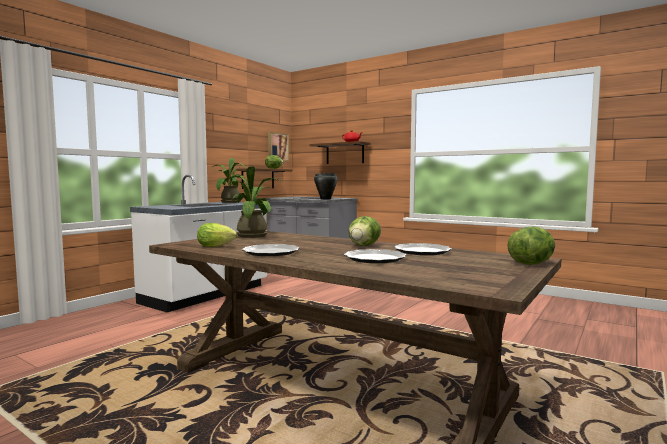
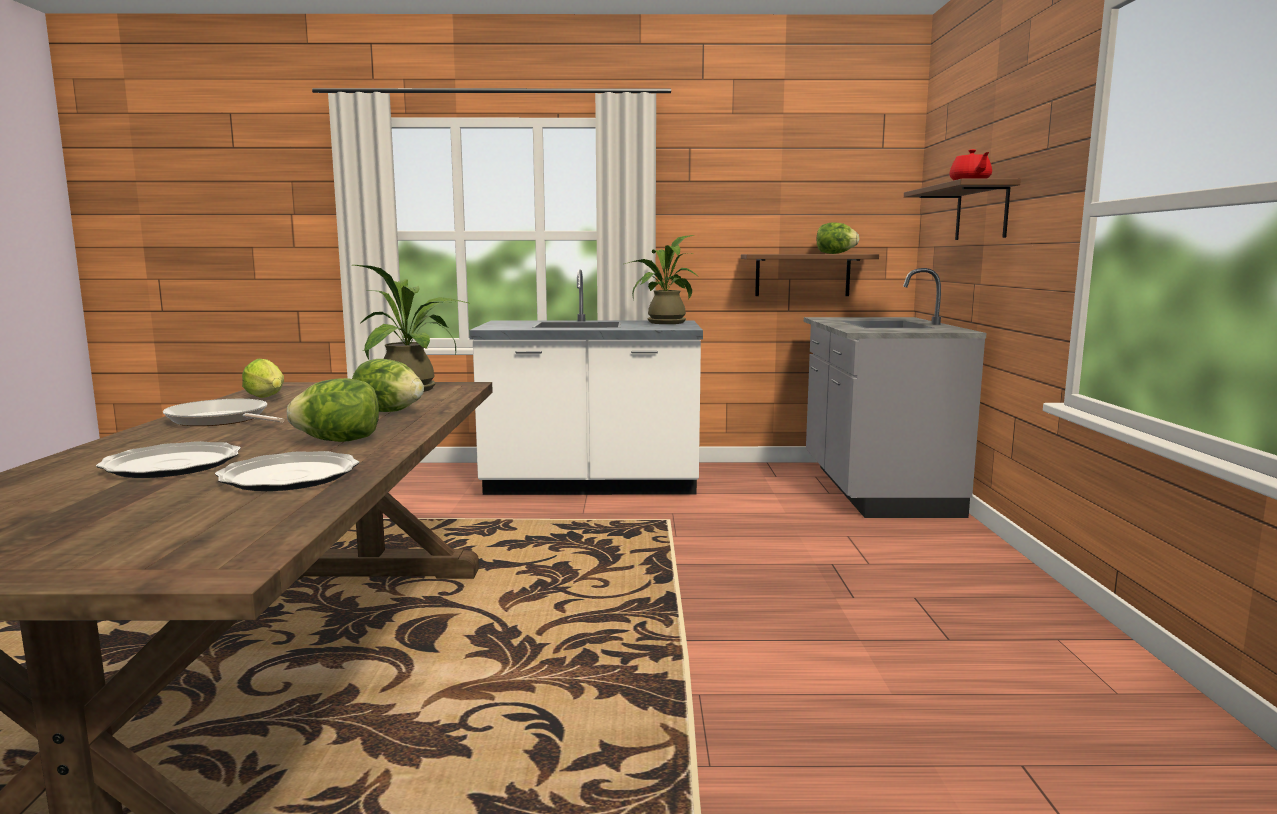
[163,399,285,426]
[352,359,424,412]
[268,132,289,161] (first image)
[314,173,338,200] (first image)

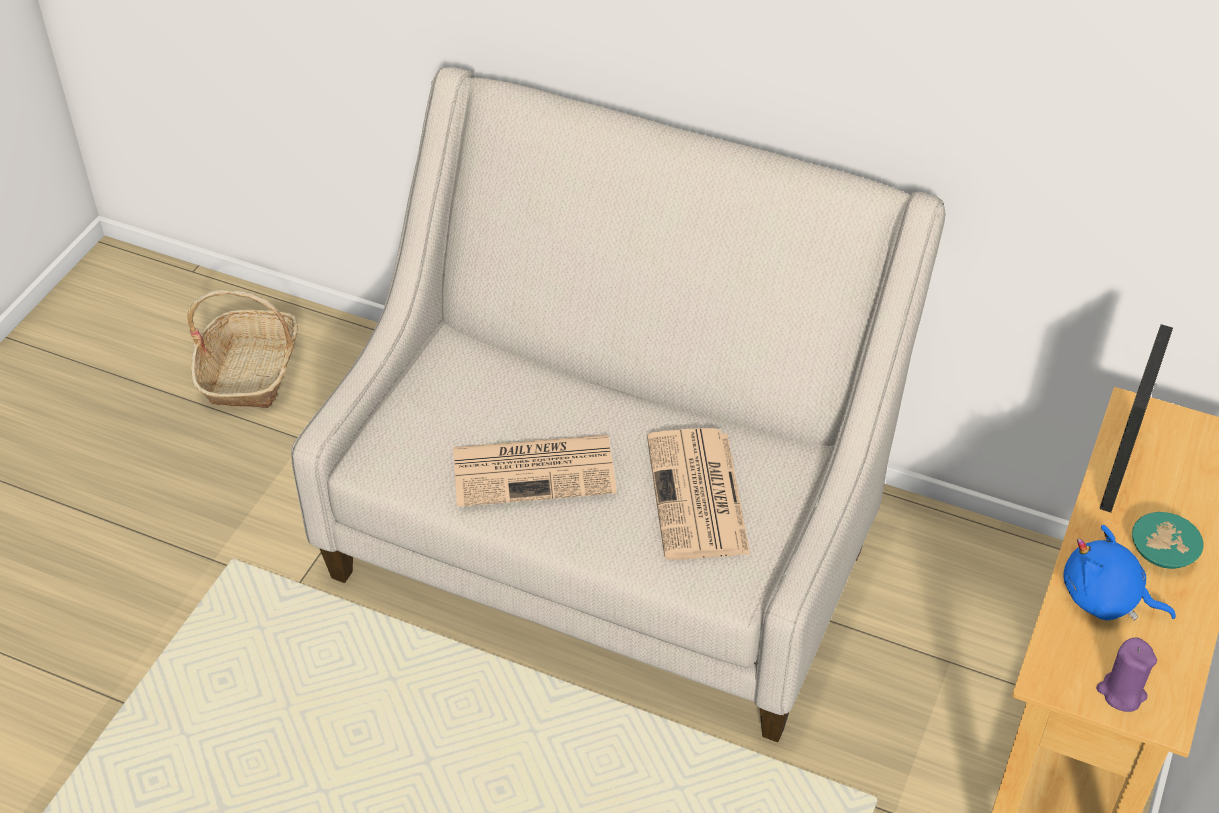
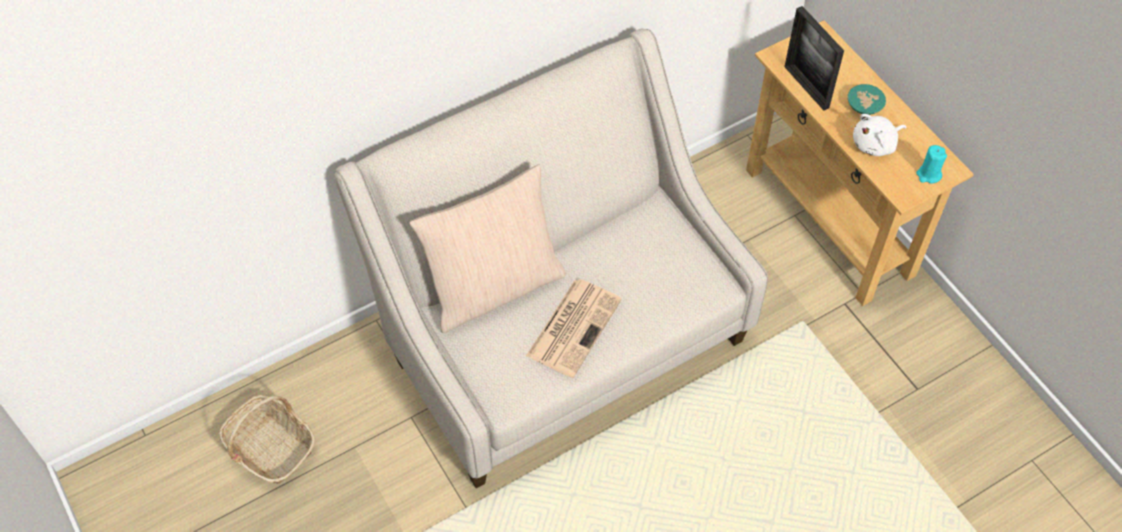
[409,164,566,333]
[853,114,906,156]
[916,145,947,184]
[647,428,750,560] (first image)

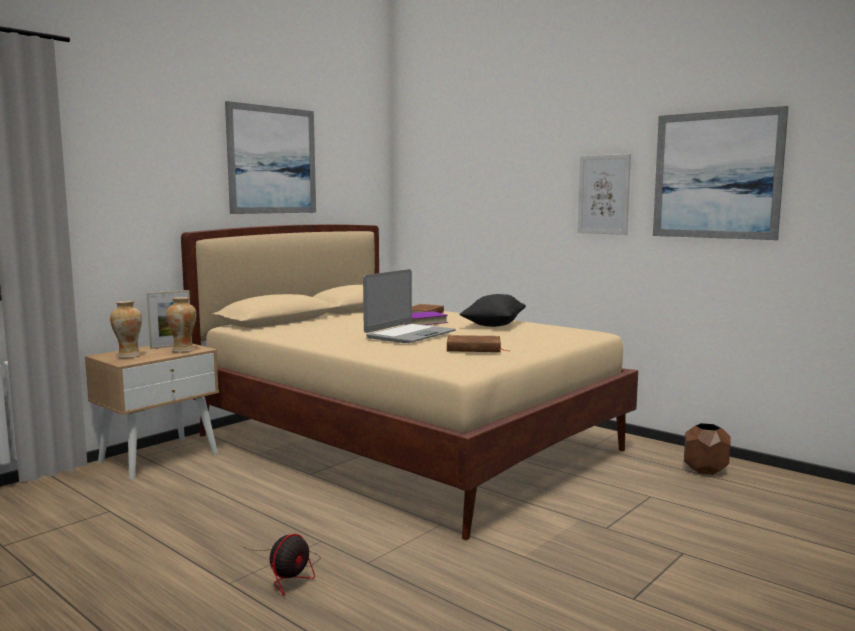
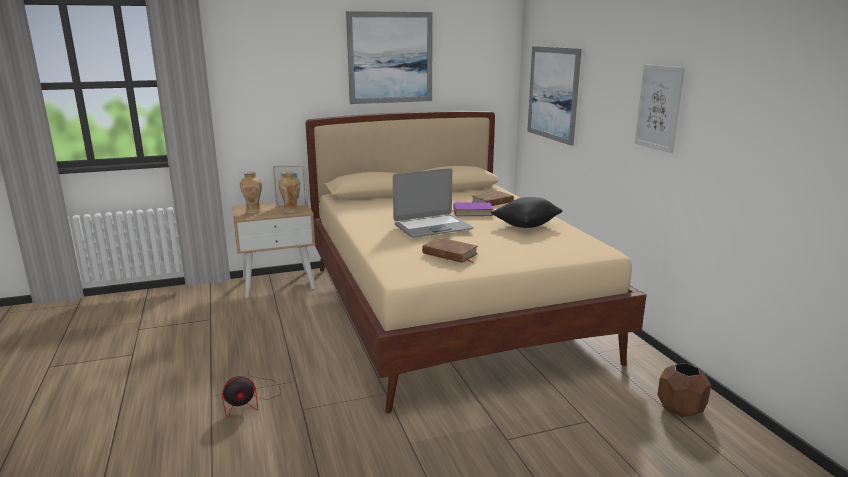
[527,46,582,146]

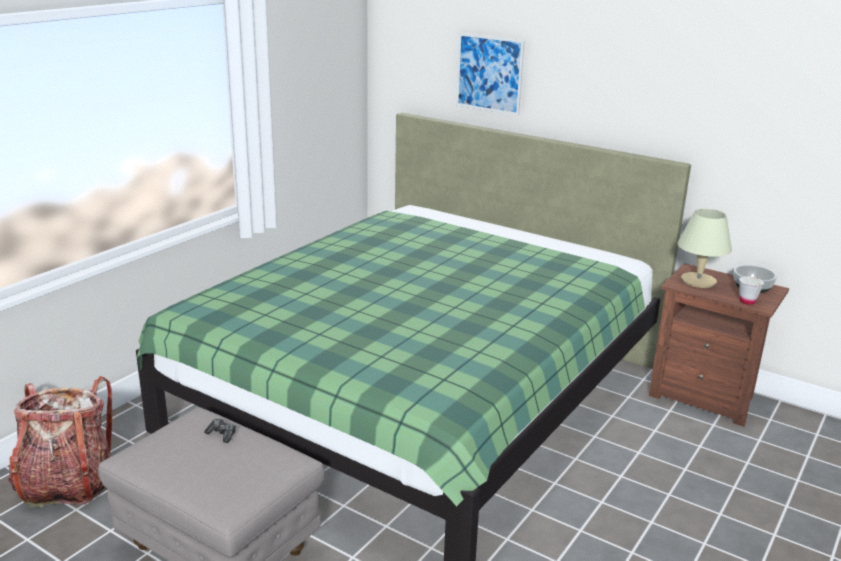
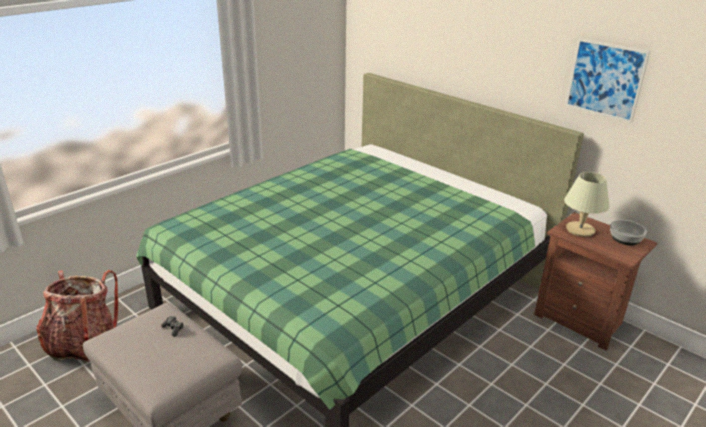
[565,38,650,123]
[739,276,764,305] (first image)

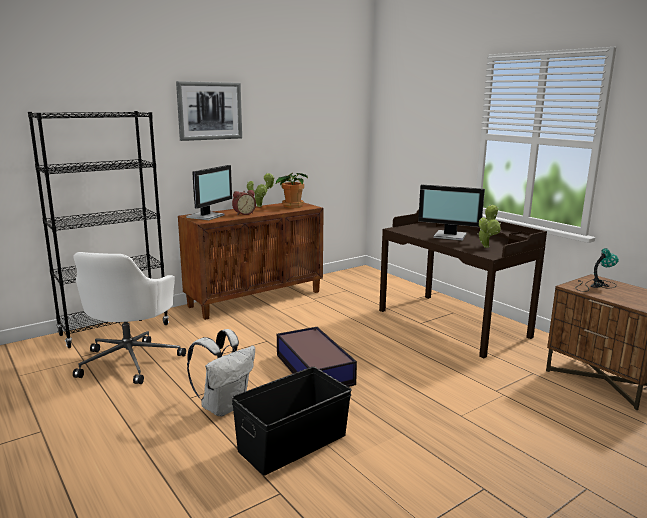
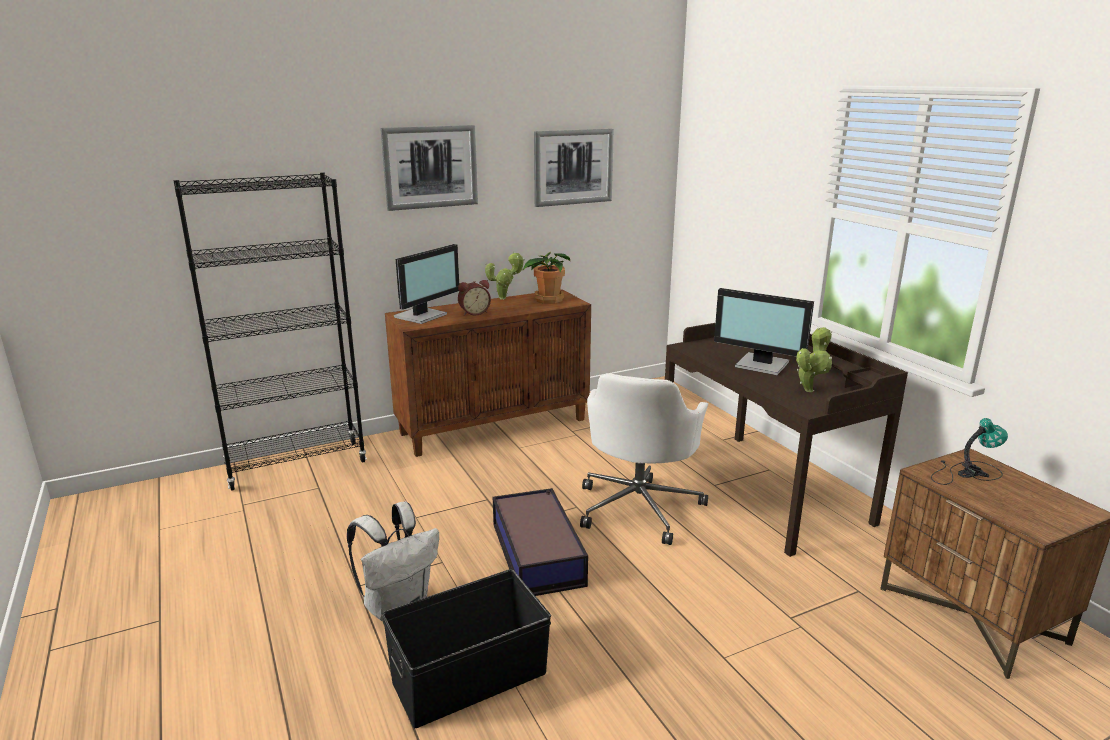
[534,129,614,207]
[580,373,708,545]

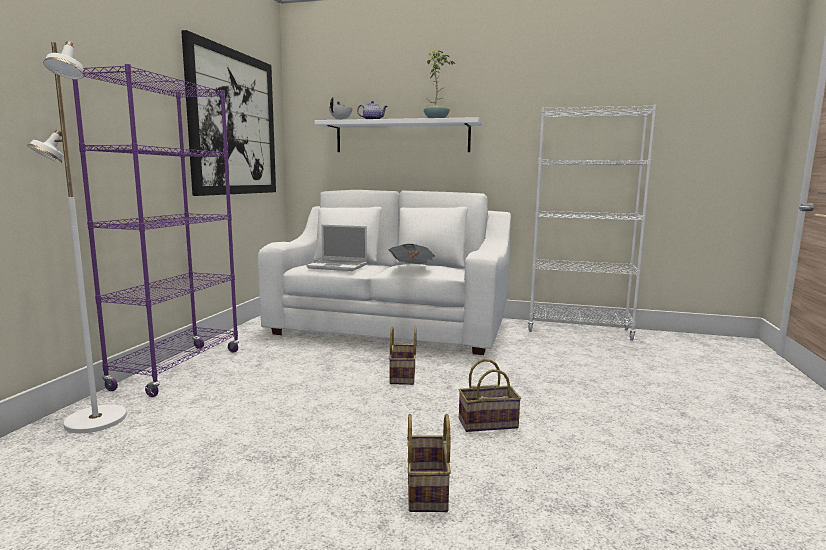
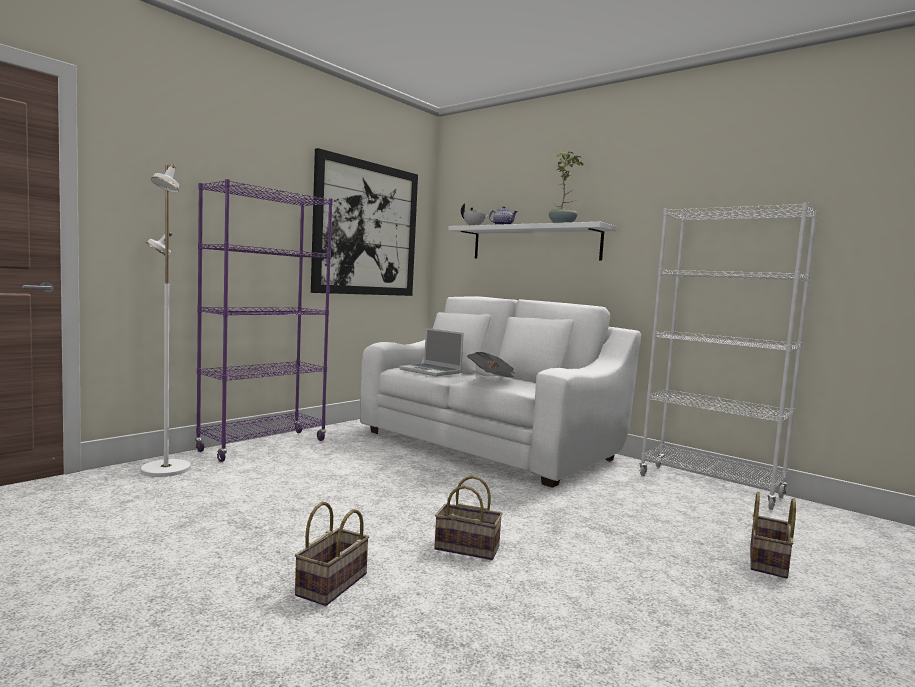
[750,492,796,578]

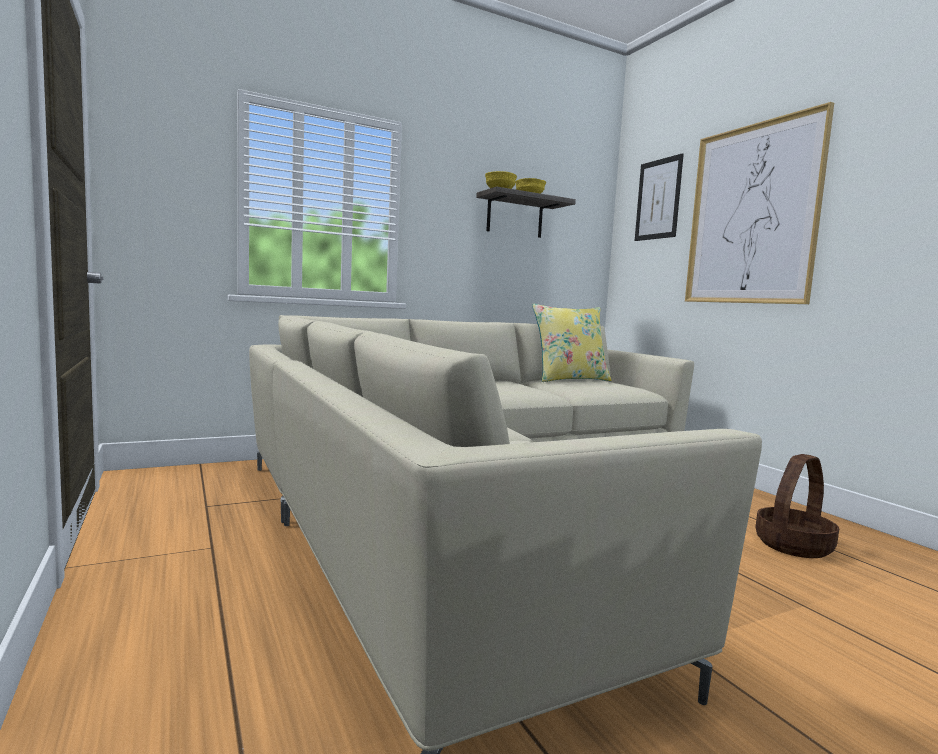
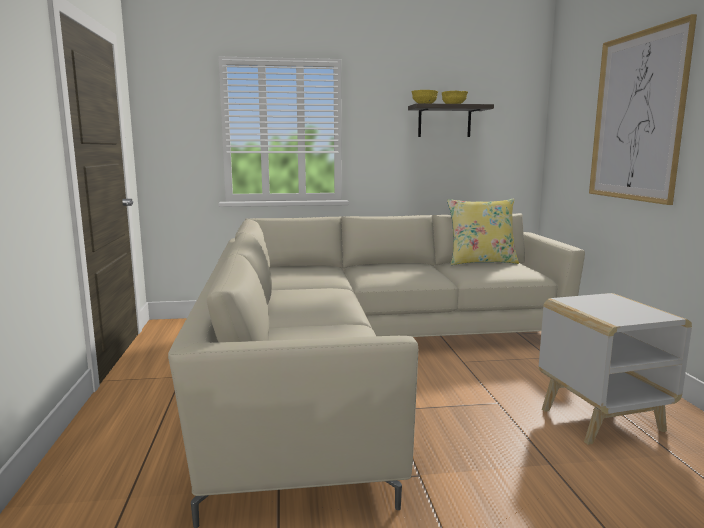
[539,293,692,445]
[635,153,684,241] (first image)

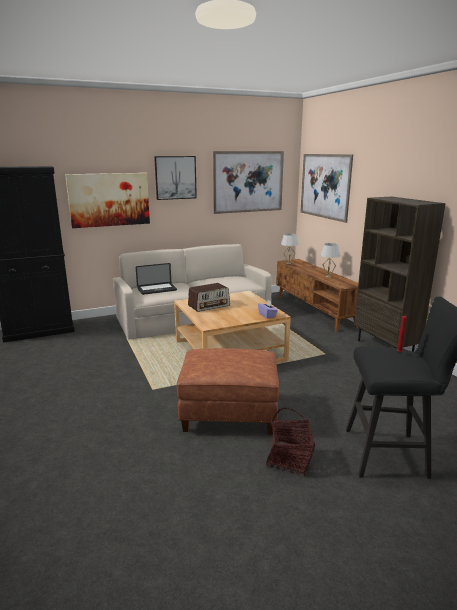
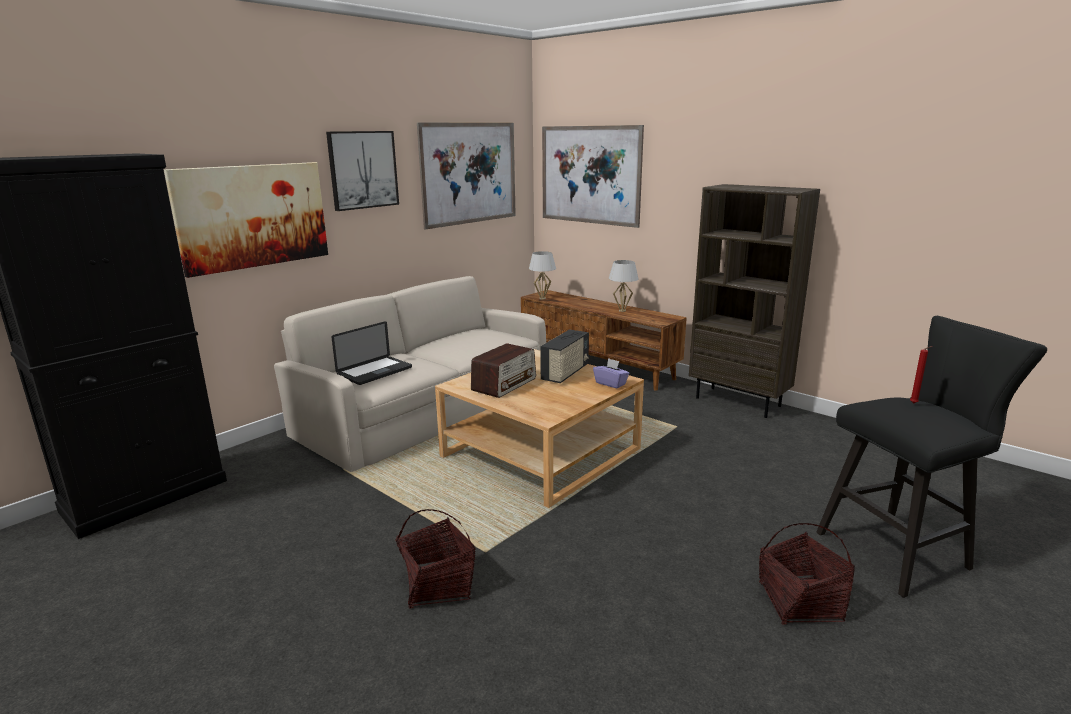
[395,509,476,609]
[540,329,589,383]
[177,348,279,435] (first image)

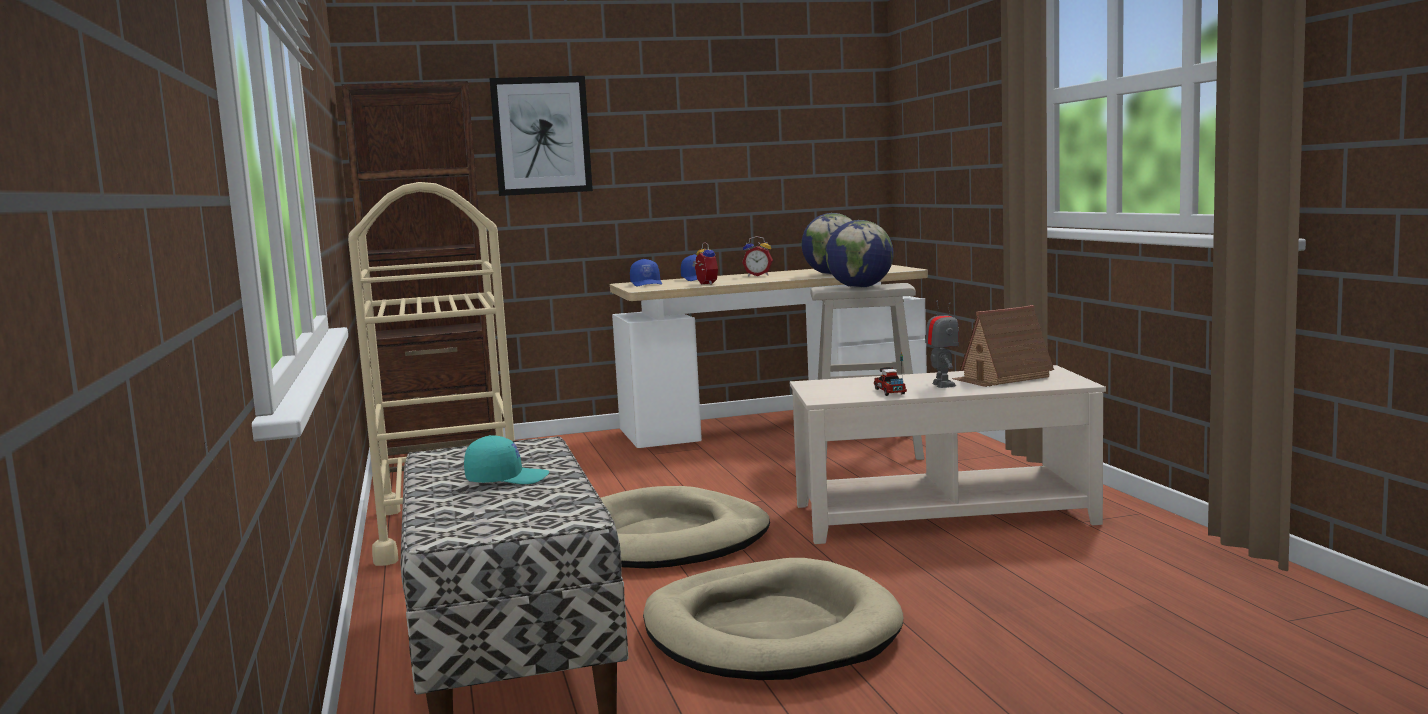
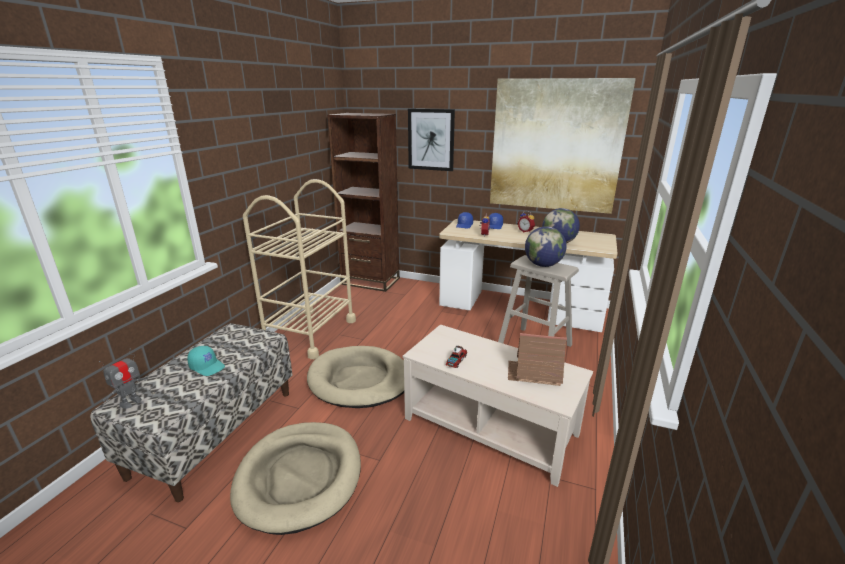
[99,348,148,409]
[490,78,636,214]

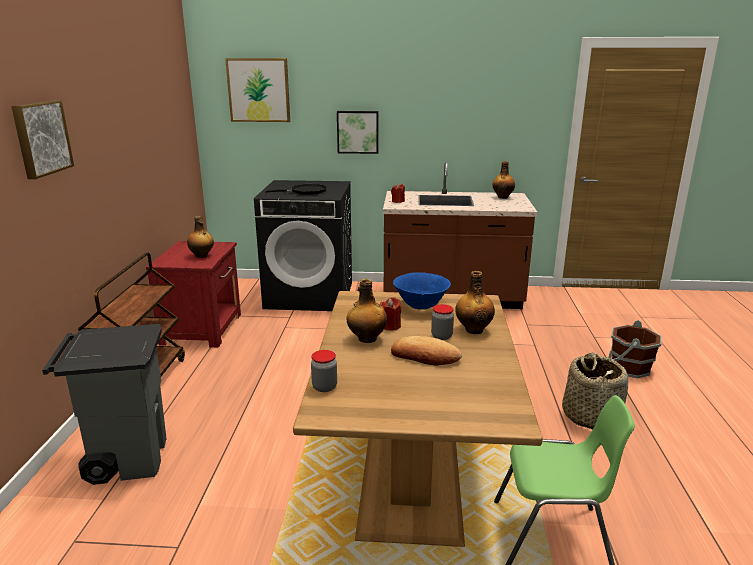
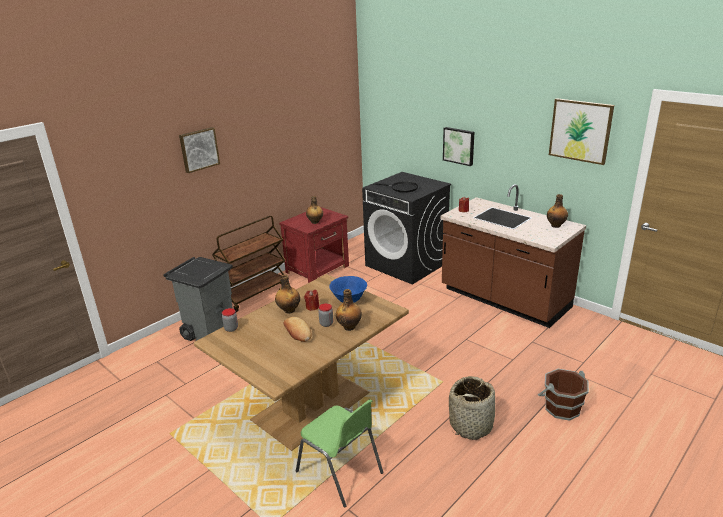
[549,98,614,165]

